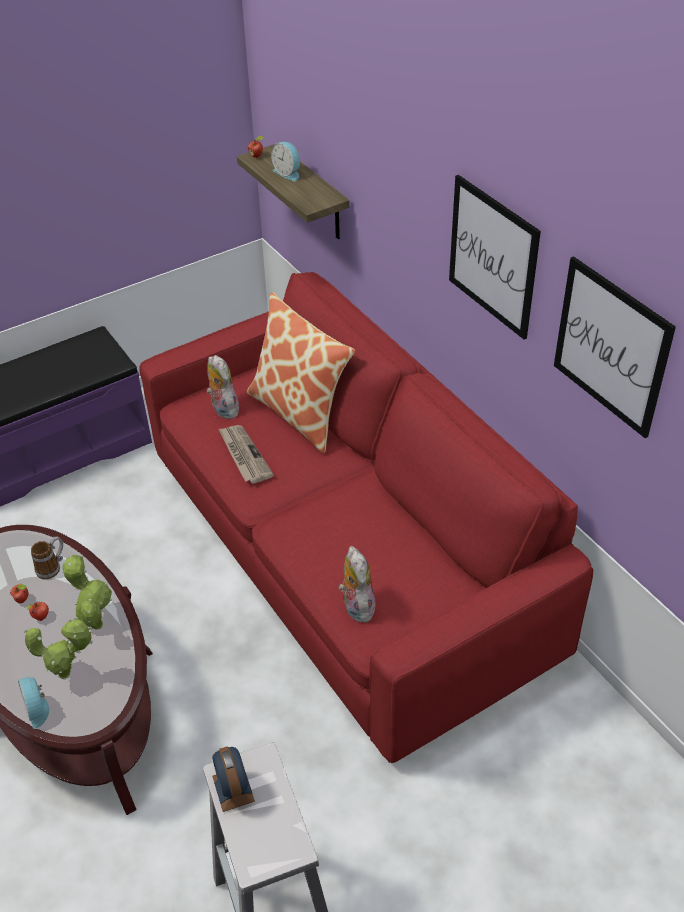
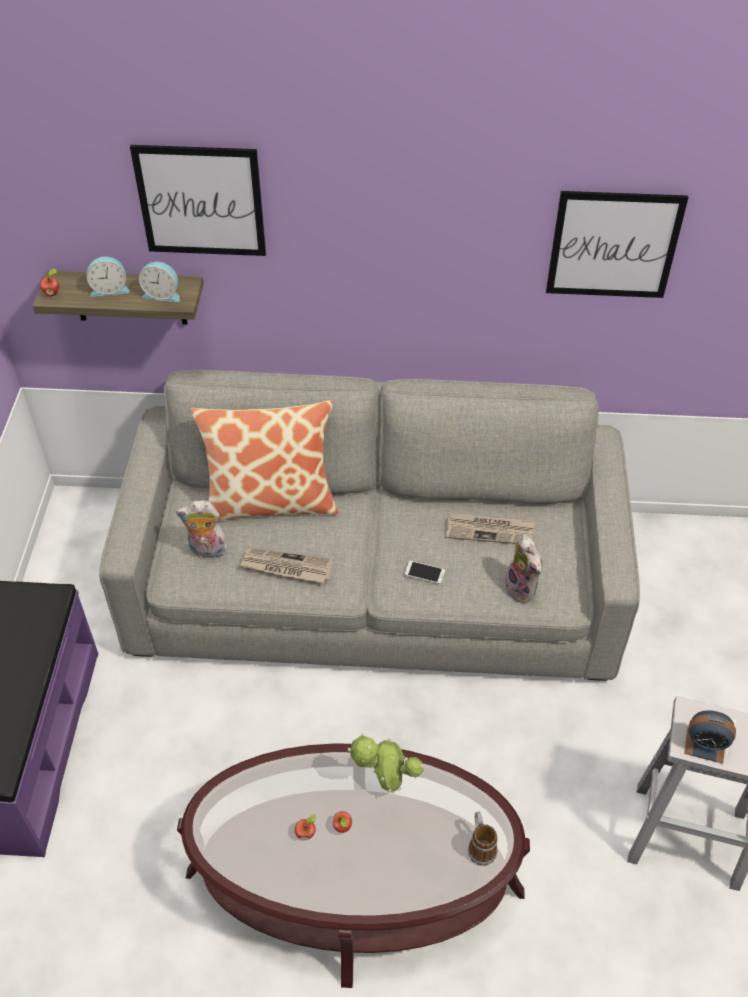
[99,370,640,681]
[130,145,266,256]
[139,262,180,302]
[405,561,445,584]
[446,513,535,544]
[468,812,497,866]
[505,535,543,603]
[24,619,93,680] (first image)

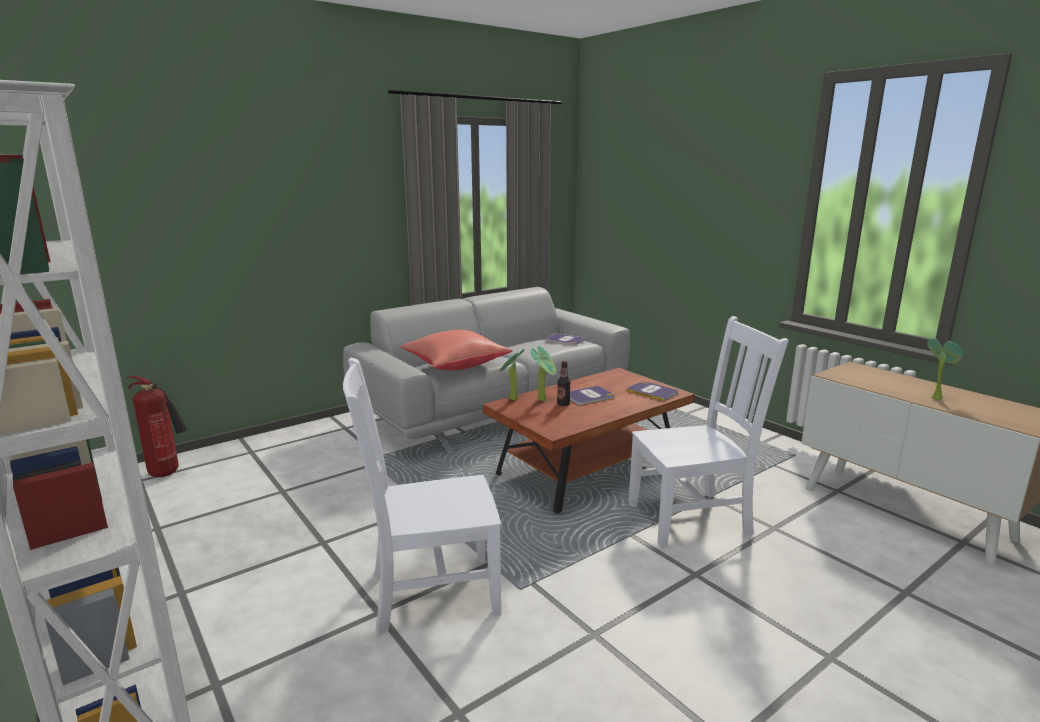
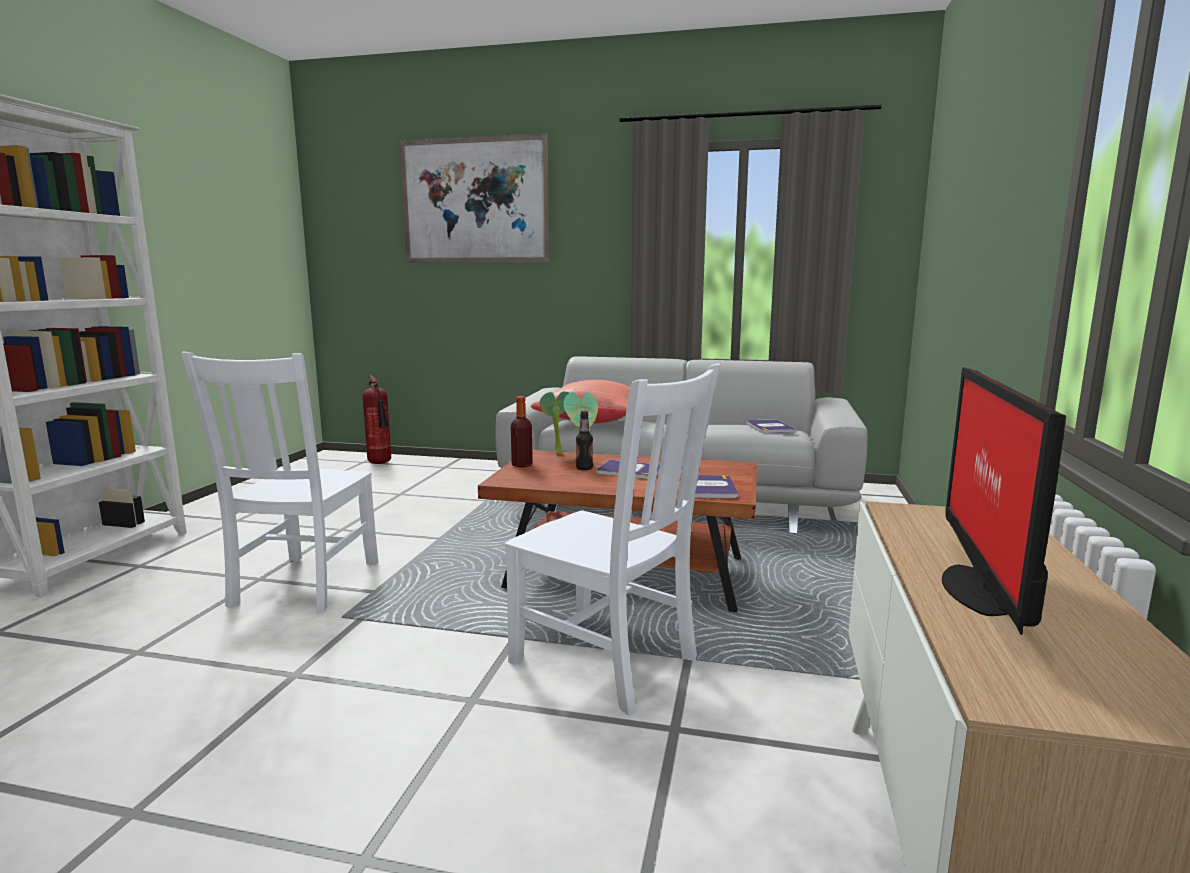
[181,352,378,613]
[399,133,550,263]
[511,396,533,467]
[942,367,1066,635]

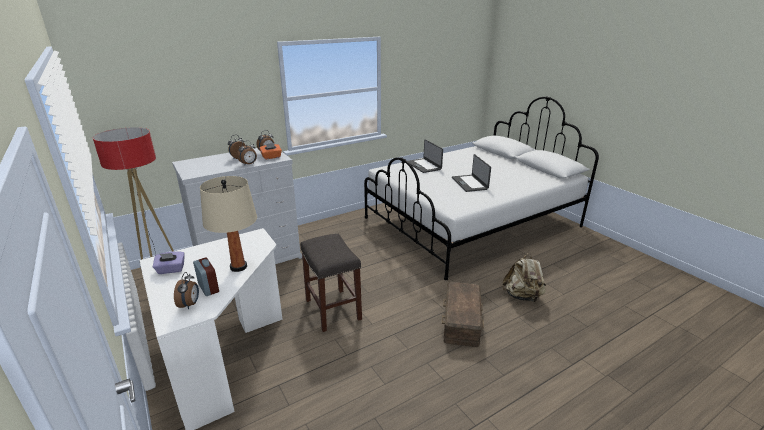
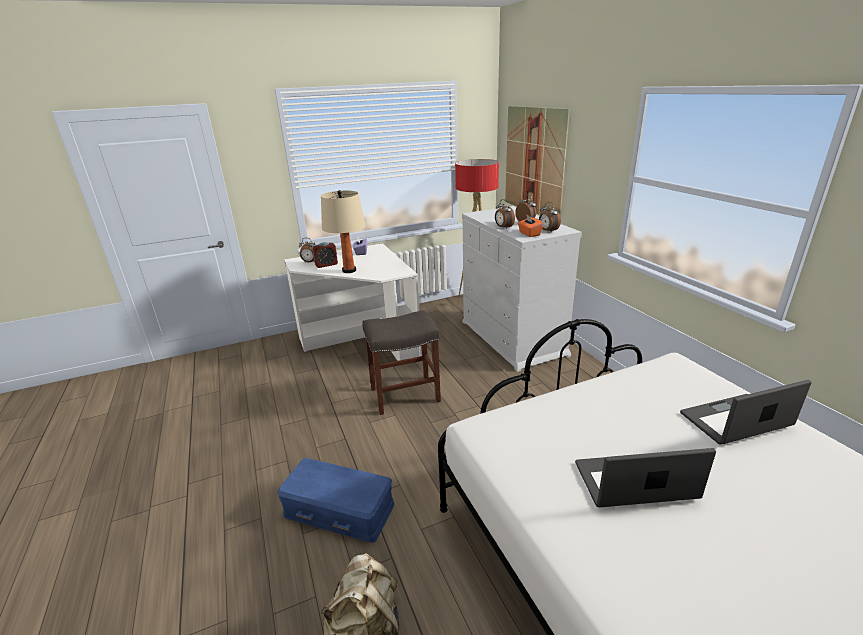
[277,458,394,543]
[505,106,570,217]

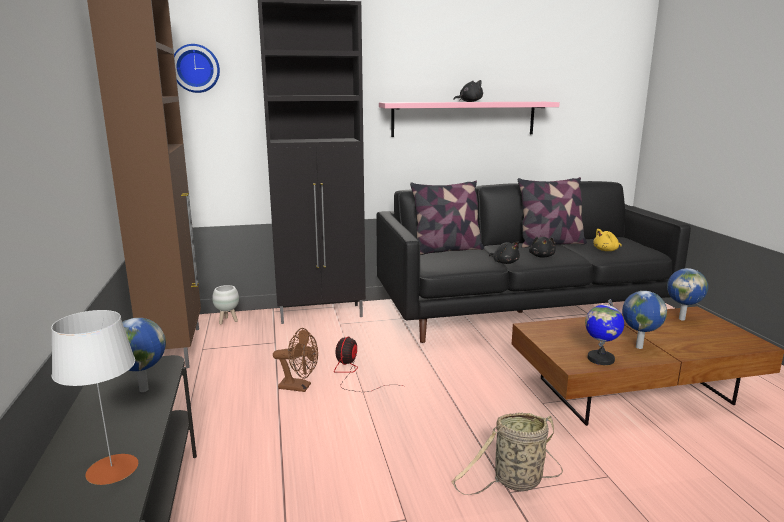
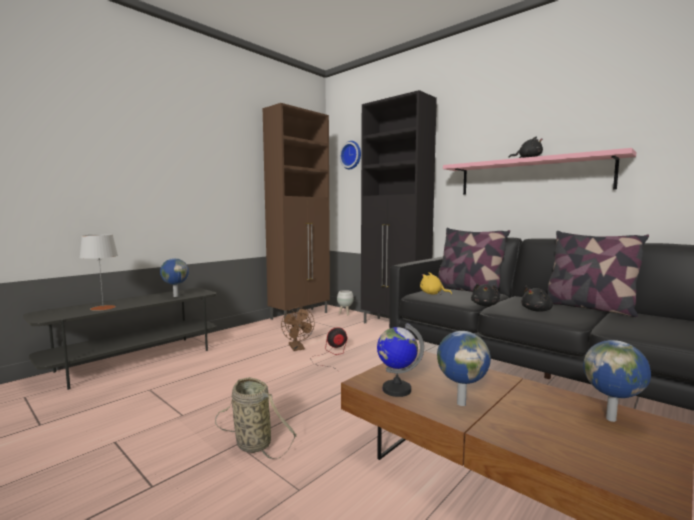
[420,272,452,295]

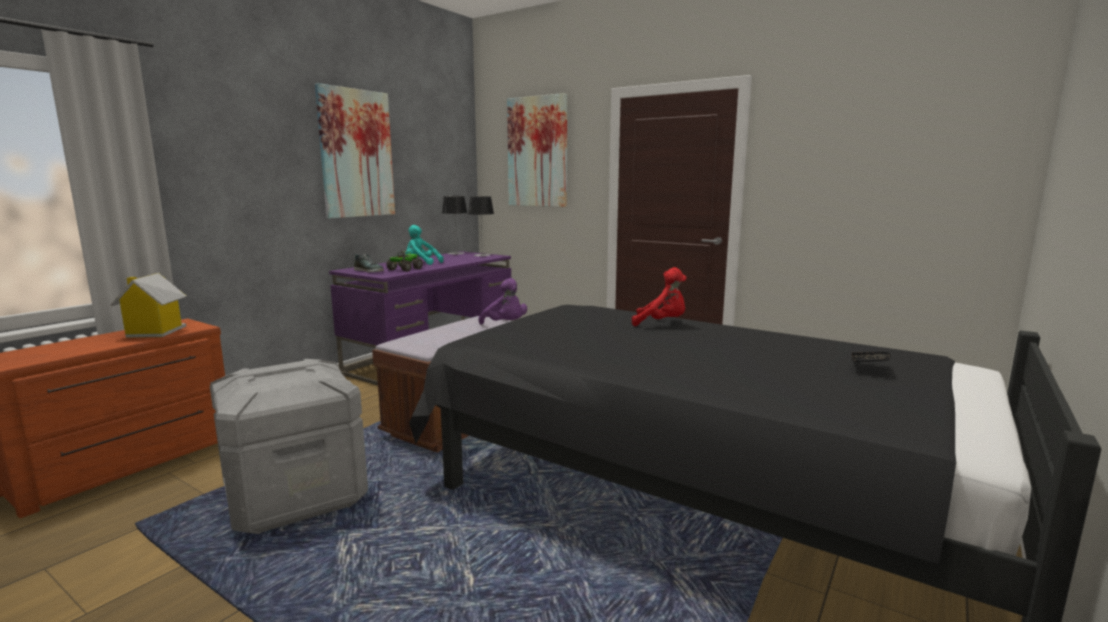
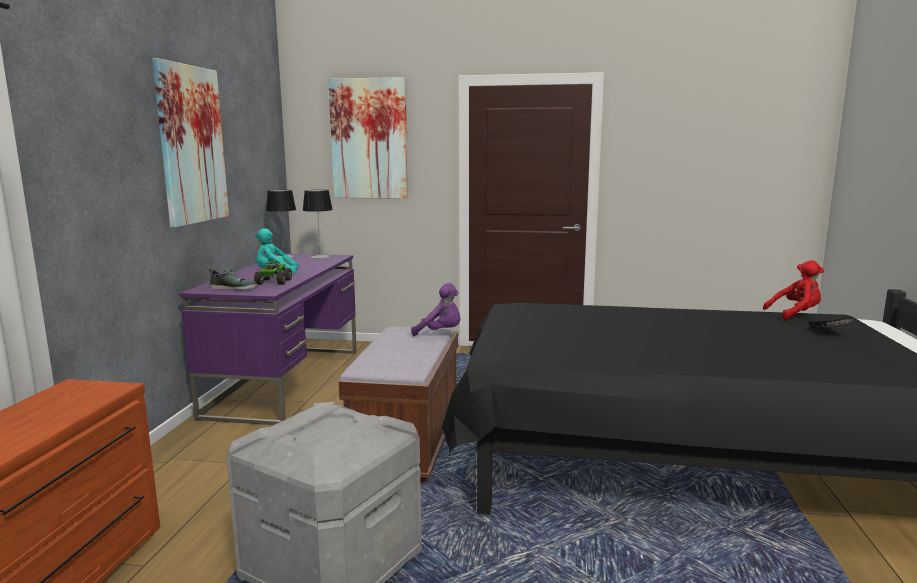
[763,260,824,320]
[110,273,186,338] (first image)

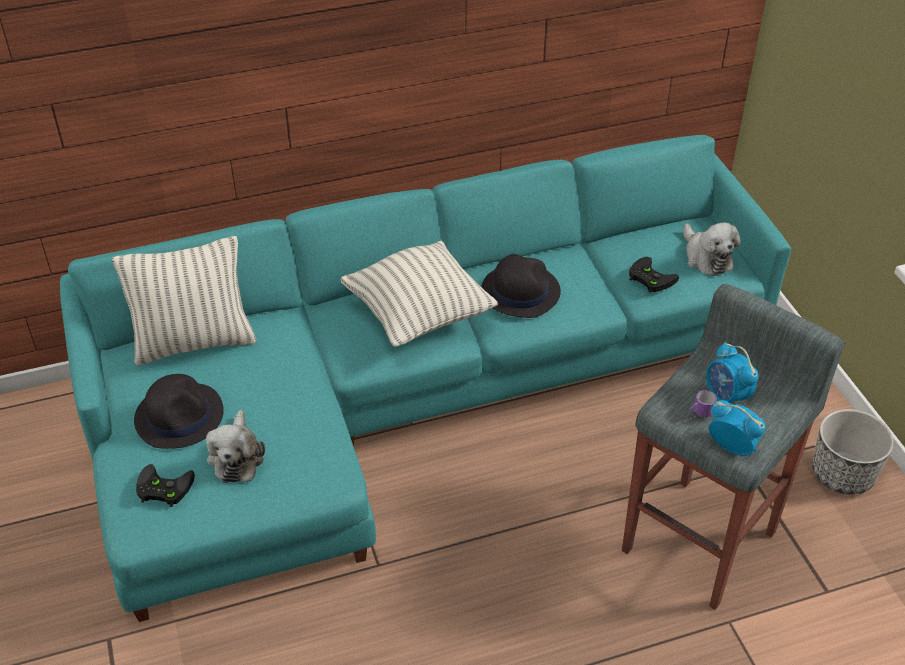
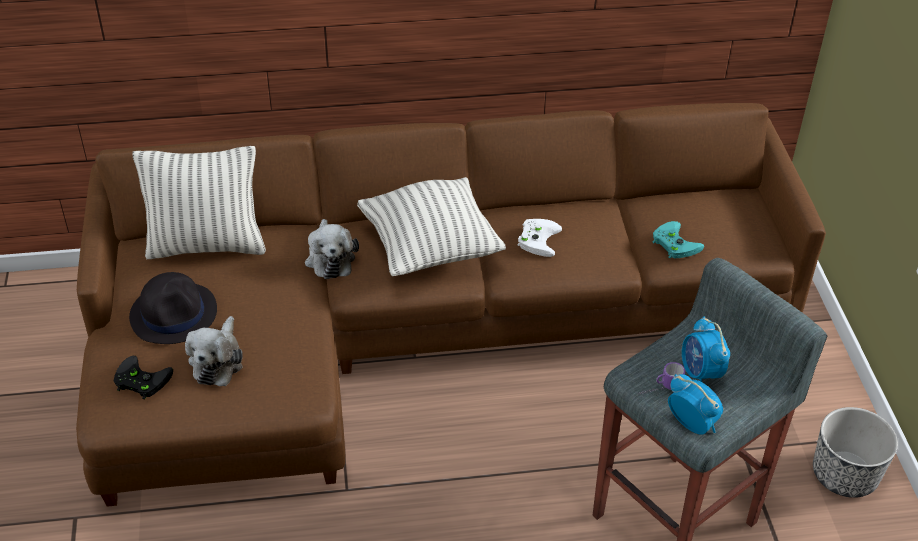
[76,103,826,507]
[305,219,359,279]
[517,219,562,257]
[652,221,704,258]

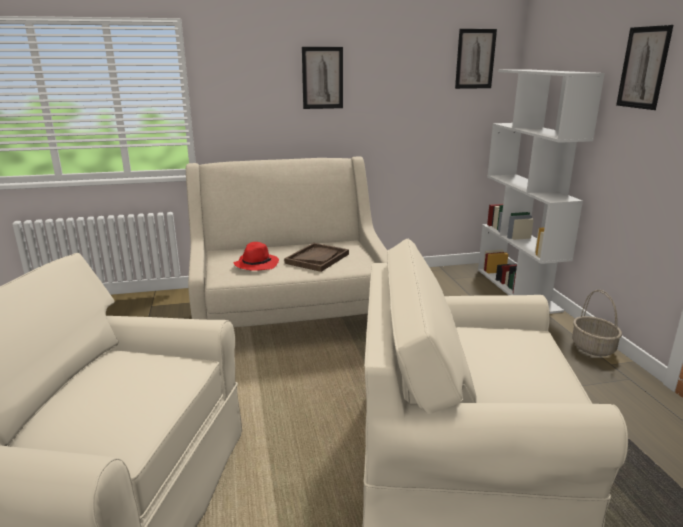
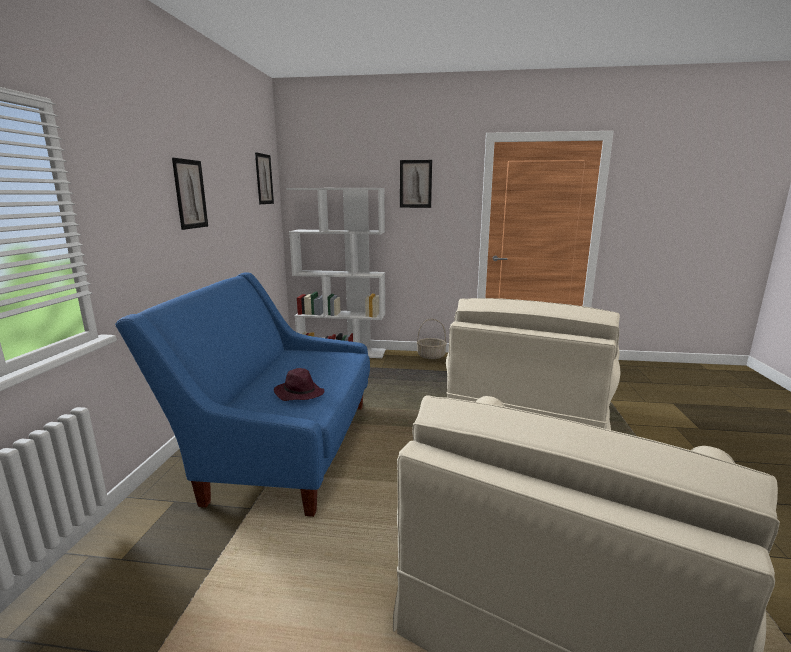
[115,272,370,517]
[274,368,325,401]
[284,243,349,272] (first image)

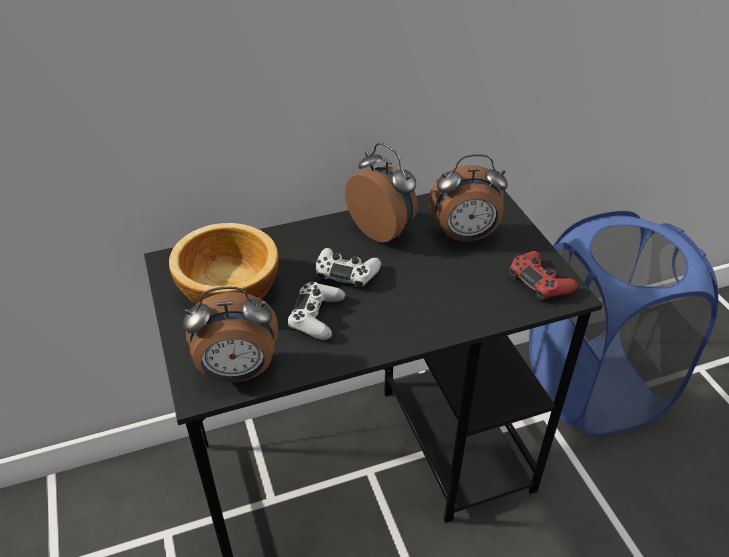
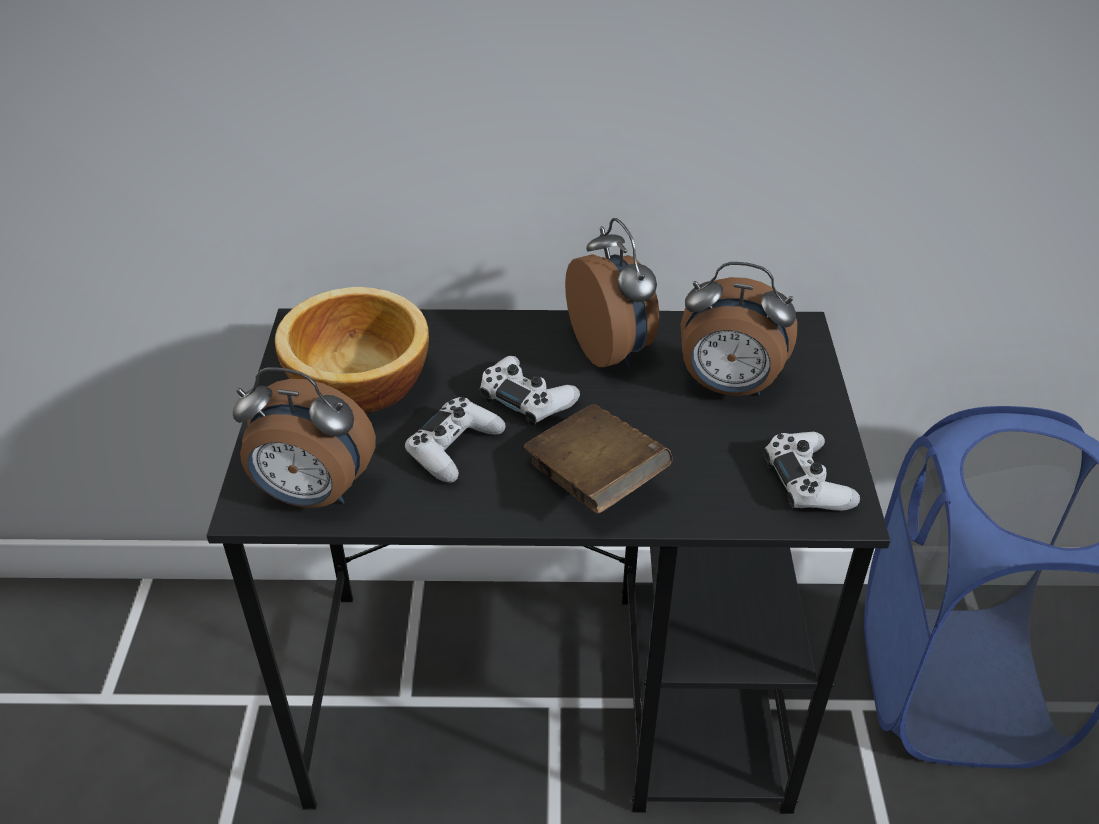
[524,404,673,514]
[764,432,860,511]

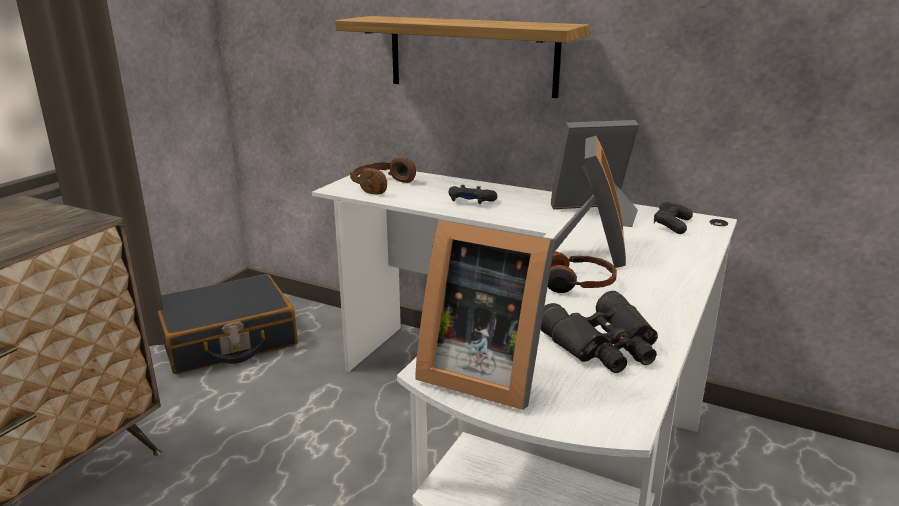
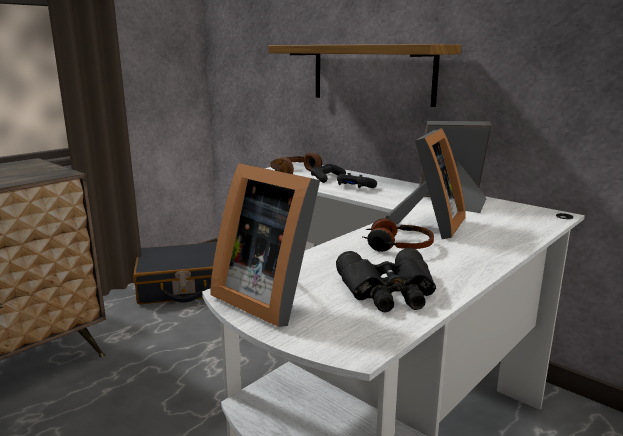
[311,164,346,183]

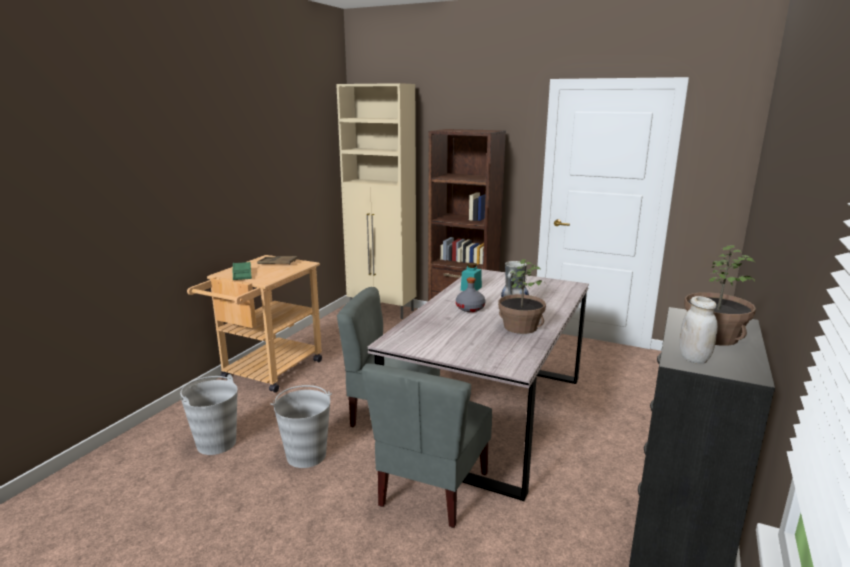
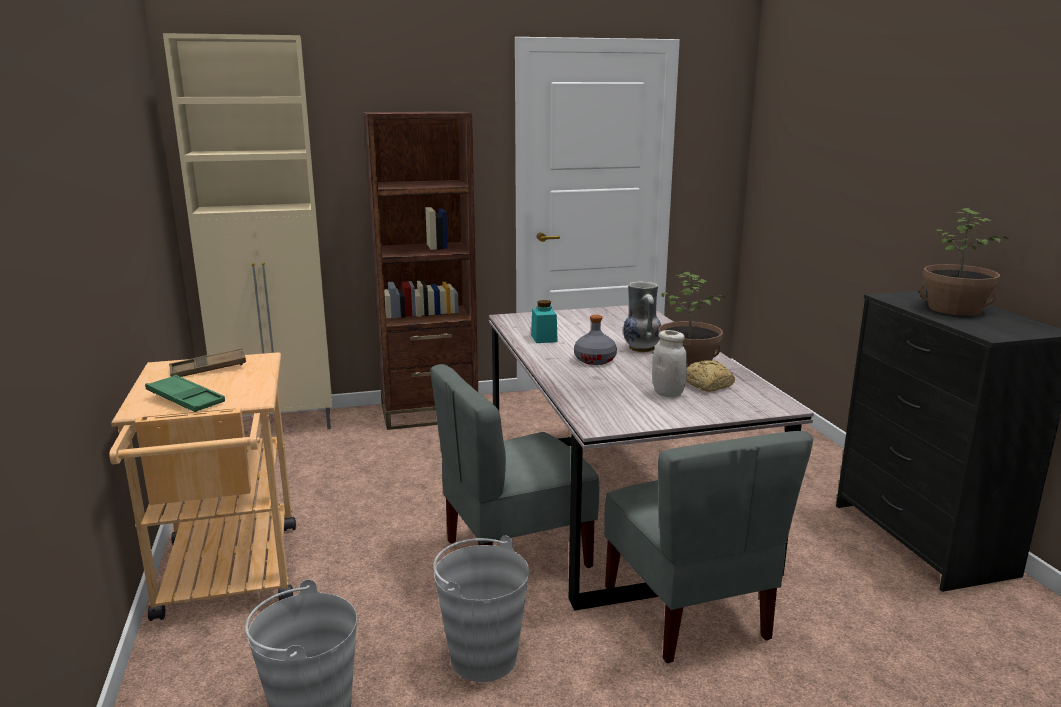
[652,330,687,398]
[686,360,735,392]

